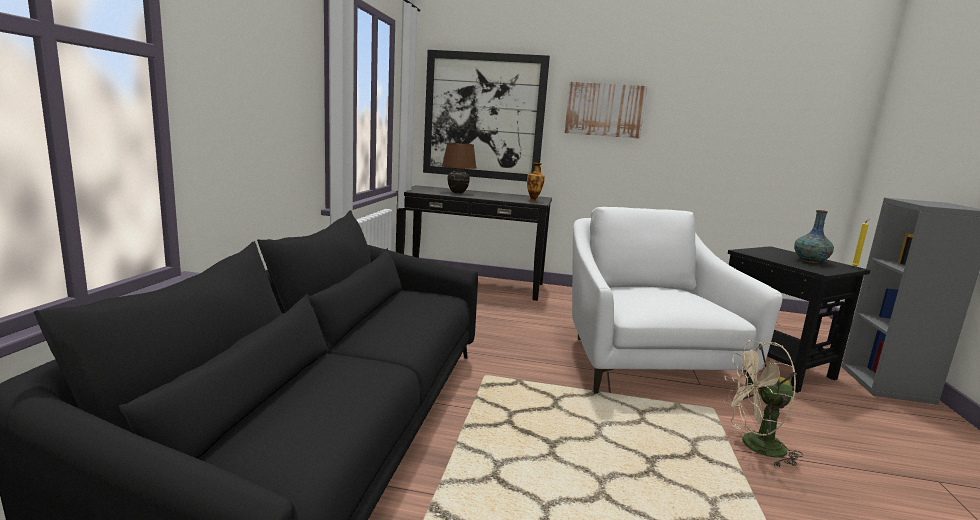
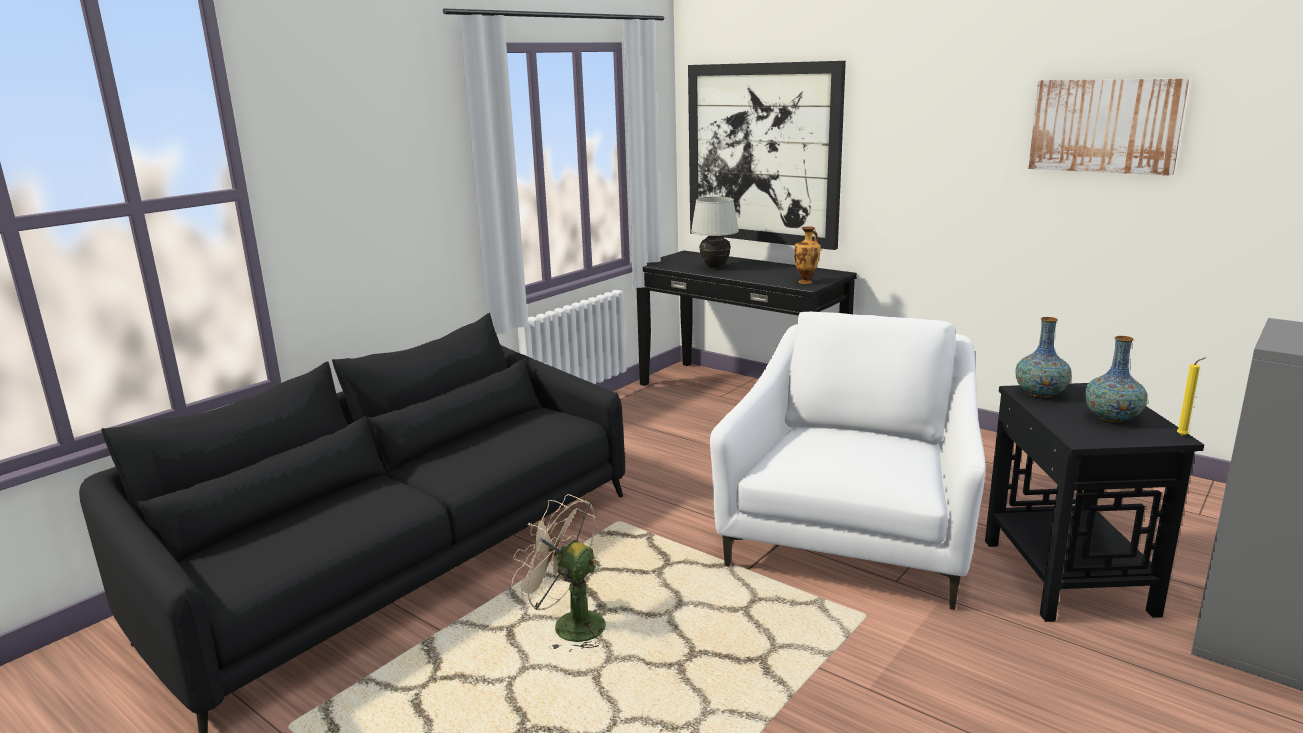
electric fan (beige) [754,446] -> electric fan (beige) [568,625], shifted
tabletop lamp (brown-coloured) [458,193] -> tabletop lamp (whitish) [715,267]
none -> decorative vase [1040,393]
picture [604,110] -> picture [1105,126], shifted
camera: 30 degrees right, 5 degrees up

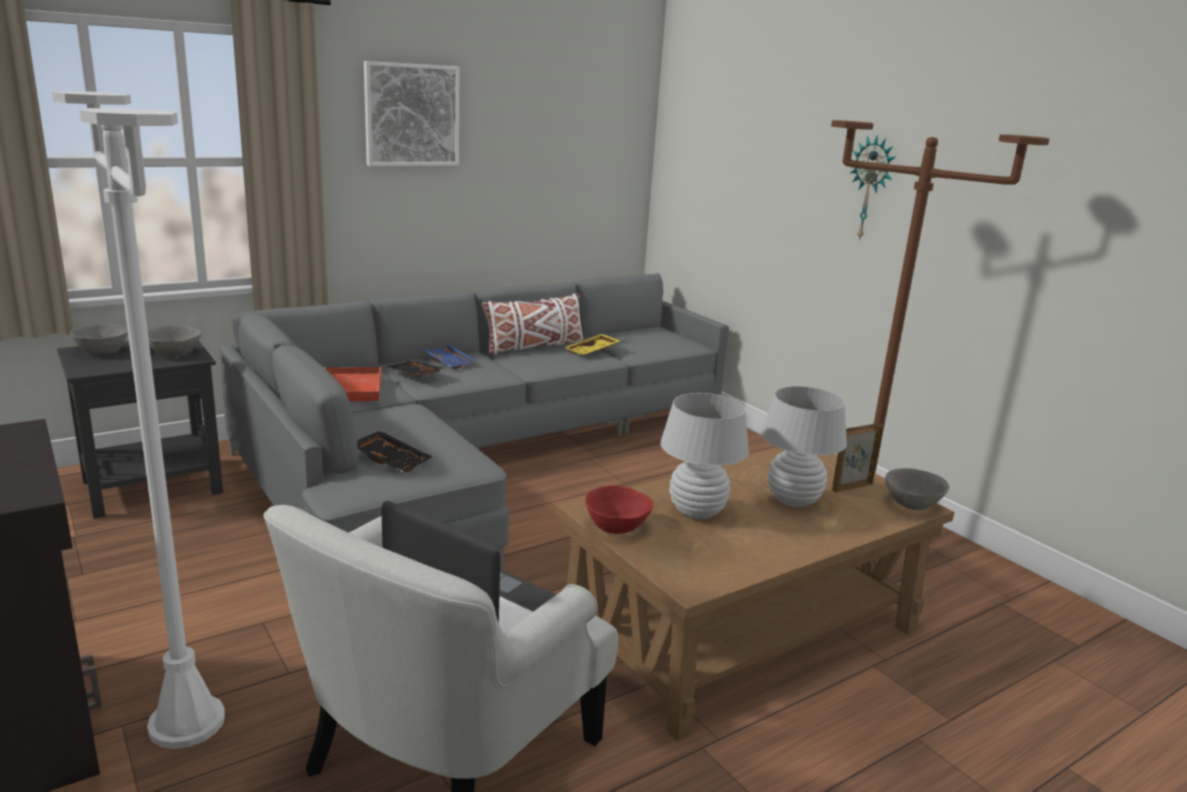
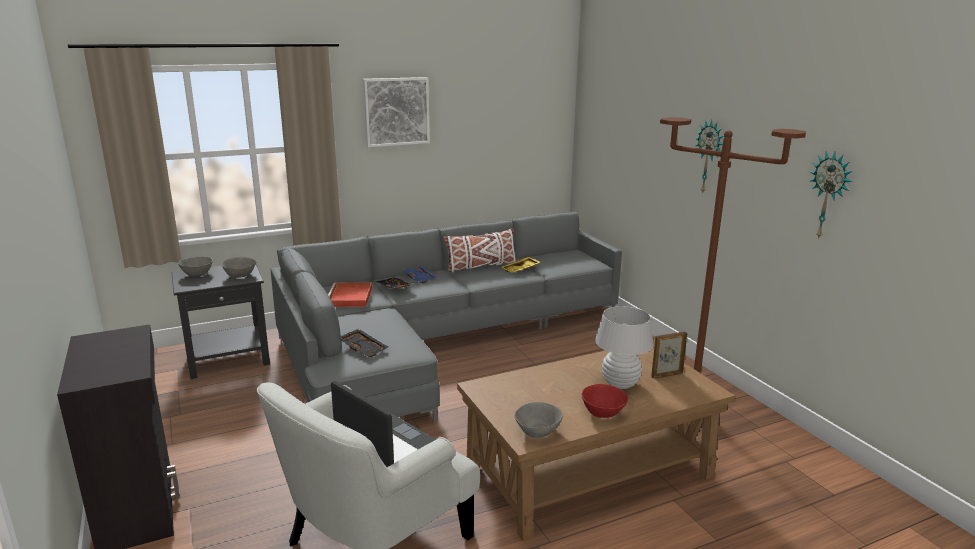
serving bowl (gray) [911,504] -> serving bowl (gray) [537,431], shifted
serving bowl (reddish) [616,527] -> serving bowl (reddish) [603,413], shifted
none -> clock on the wall [829,195]
standard lamp (whitish) [187,723] -> none
tabletop lamp (whitish) [696,511] -> none
camera: 10 degrees right, 0 degrees up

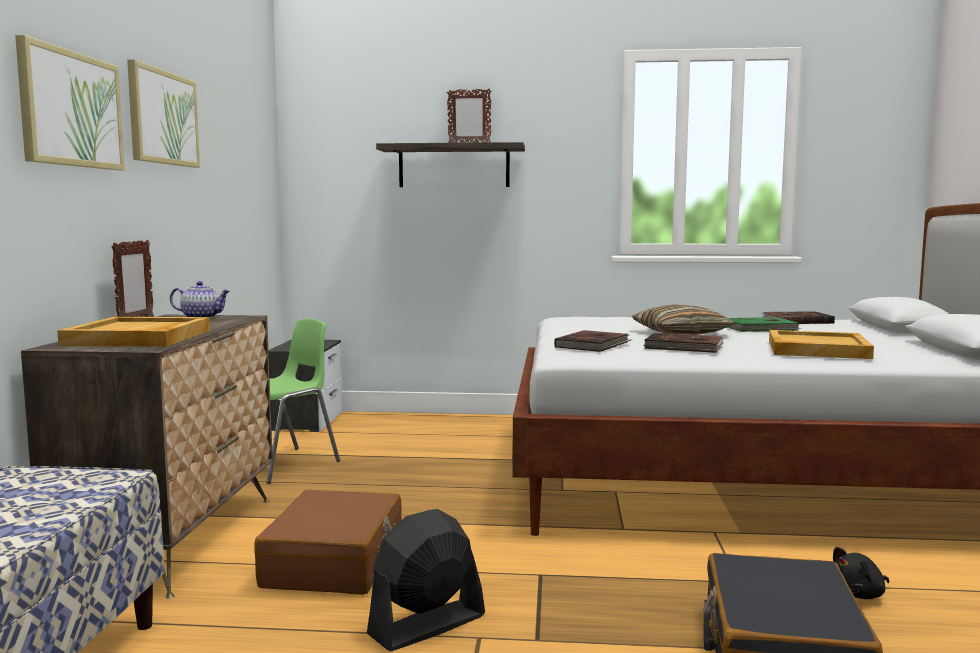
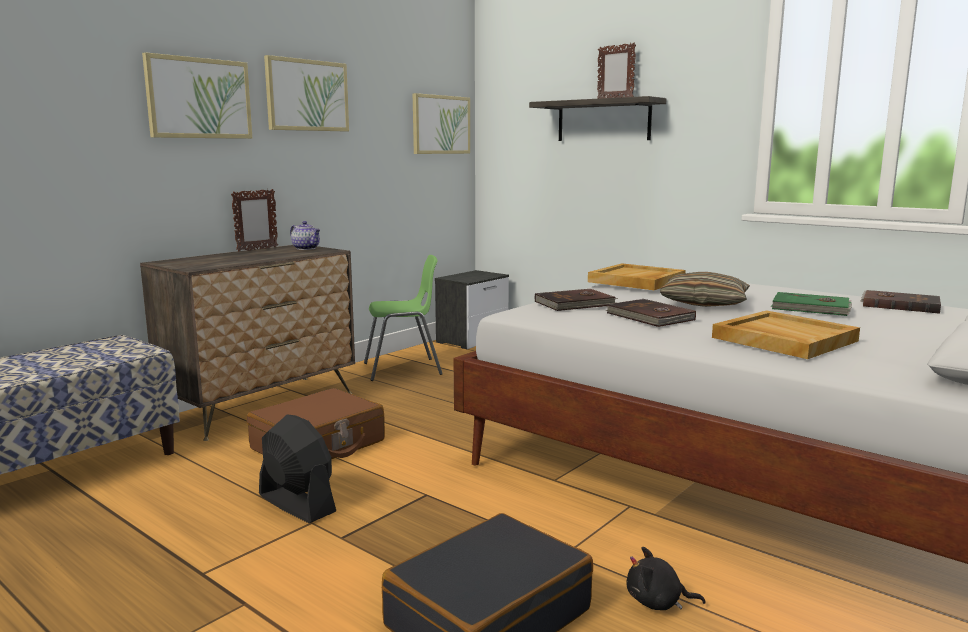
electric fan (black-coloured) [426,625] -> electric fan (black-coloured) [296,503], 45 degrees clockwise
none -> picture [441,124]
tray (beige) [139,338] -> tray (beige) [637,281], shifted
camera: 35 degrees right, 5 degrees up

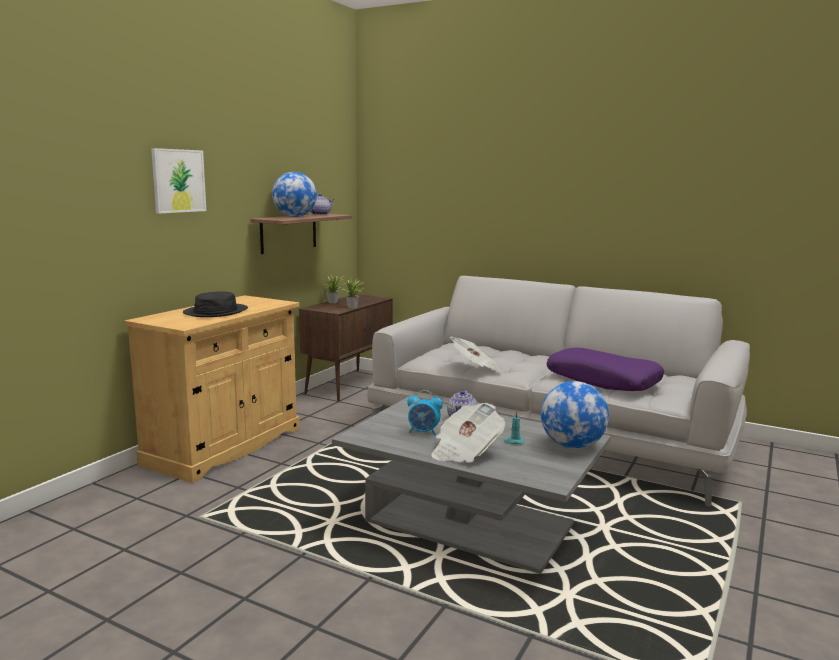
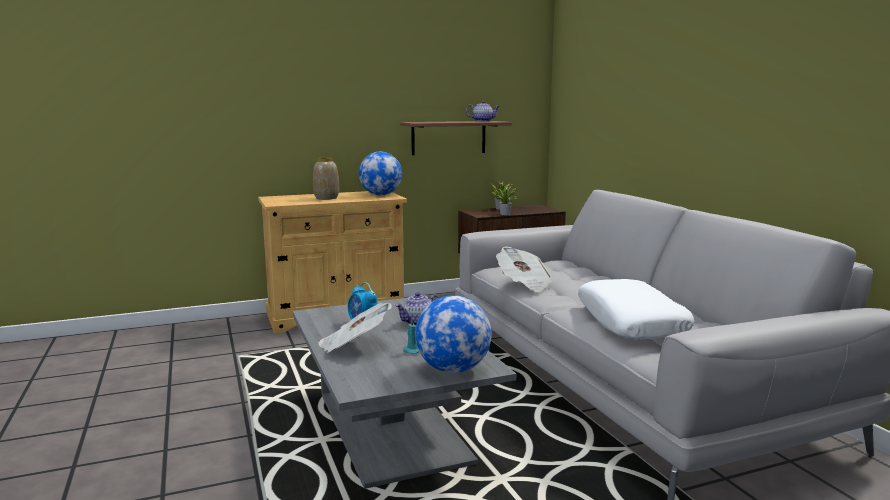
wearable hat (black-coloured) [215,312] -> decorative vase [326,198]
world globe [295,217] -> world globe [380,195], shifted
pillow (purple) [603,380] -> pillow (whitish) [631,322]
picture [178,181] -> none
camera: 40 degrees right, 0 degrees up

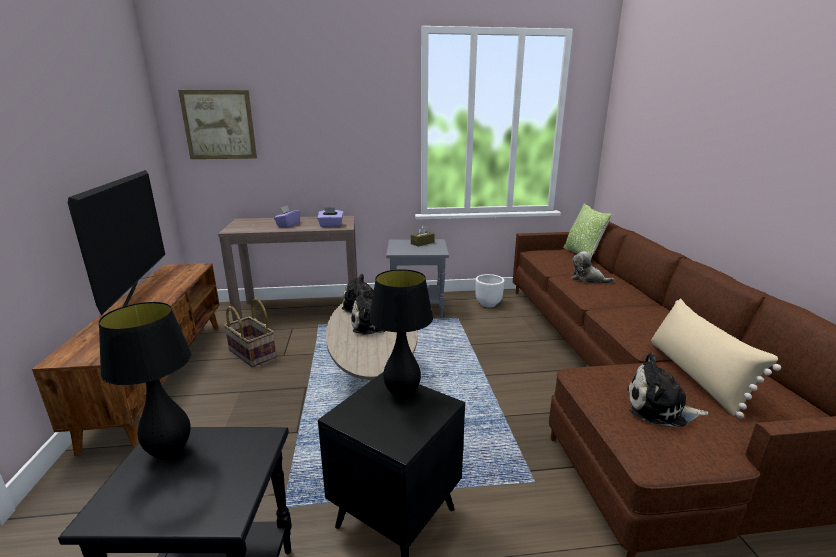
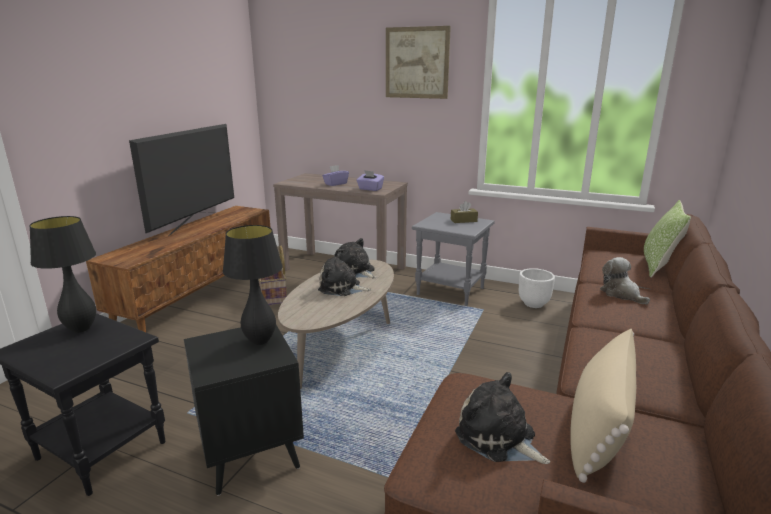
picture [219,125] -> picture [417,63], shifted
camera: 30 degrees right, 0 degrees up

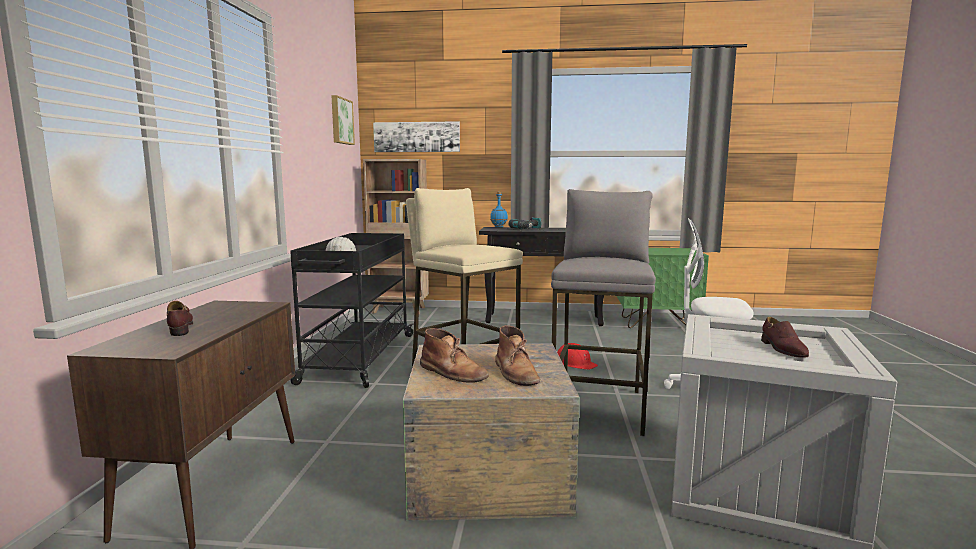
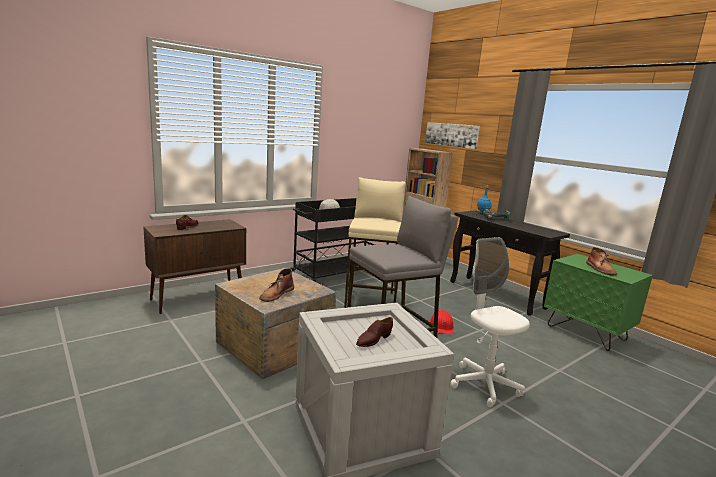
tall boot (brown-coloured) [453,372] -> tall boot (brown-coloured) [600,269], shifted
picture [341,121] -> none
camera: 45 degrees right, 5 degrees up

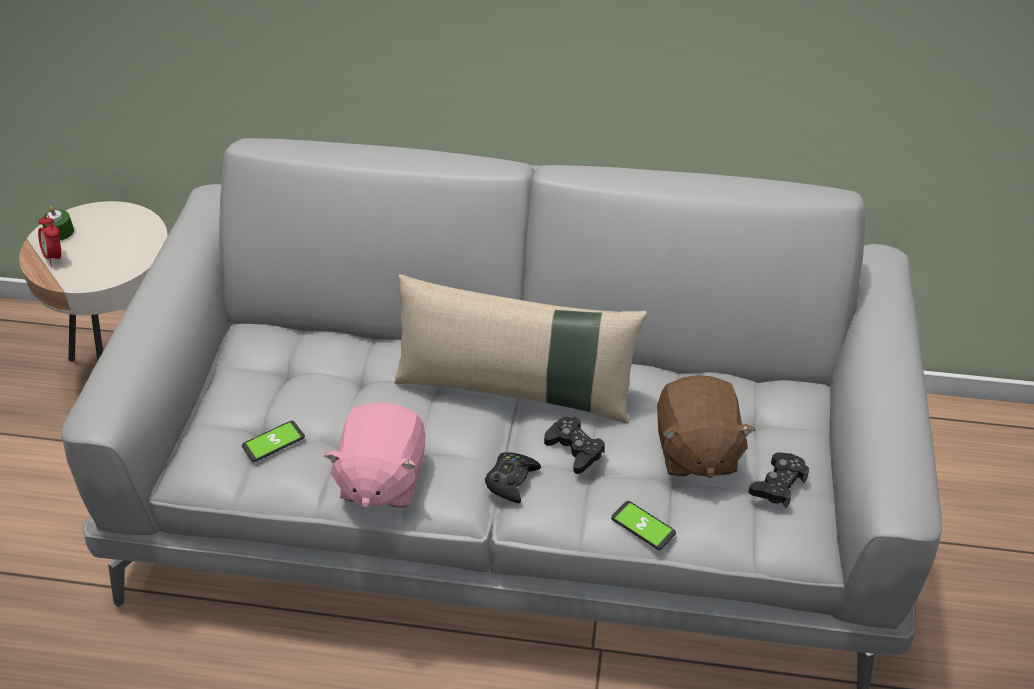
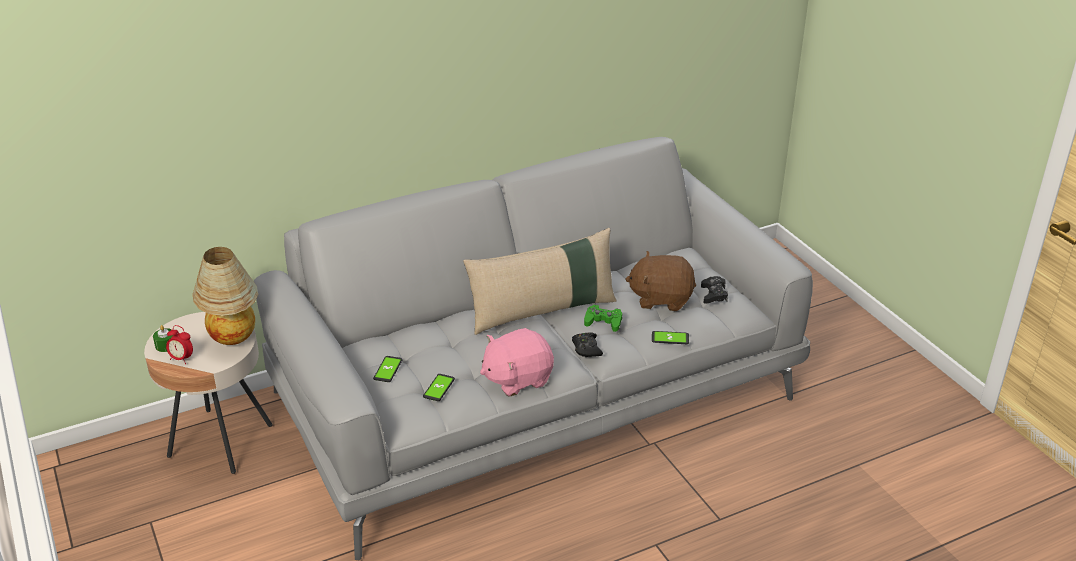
none -> tabletop lamp [233,339]
none -> handset [388,369]
cuddly toy (pinkish) [381,479] -> cuddly toy (pinkish) [517,379], 90 degrees clockwise
joypad (black-coloured) [574,449] -> joypad (greenish) [603,322]
cuddly toy (brown-coloured) [695,451] -> cuddly toy (brown-coloured) [661,298], 135 degrees clockwise
camera: 35 degrees left, 10 degrees down

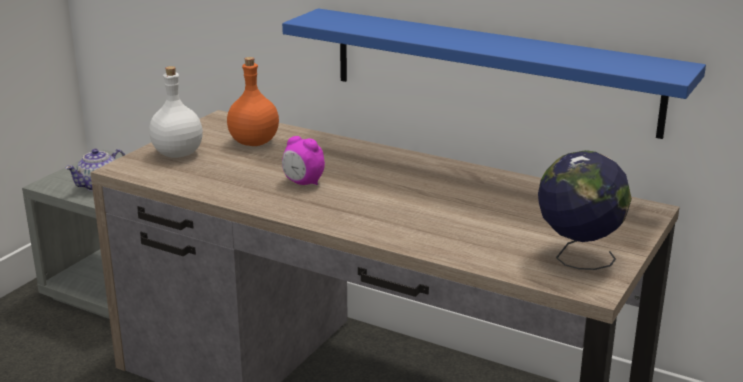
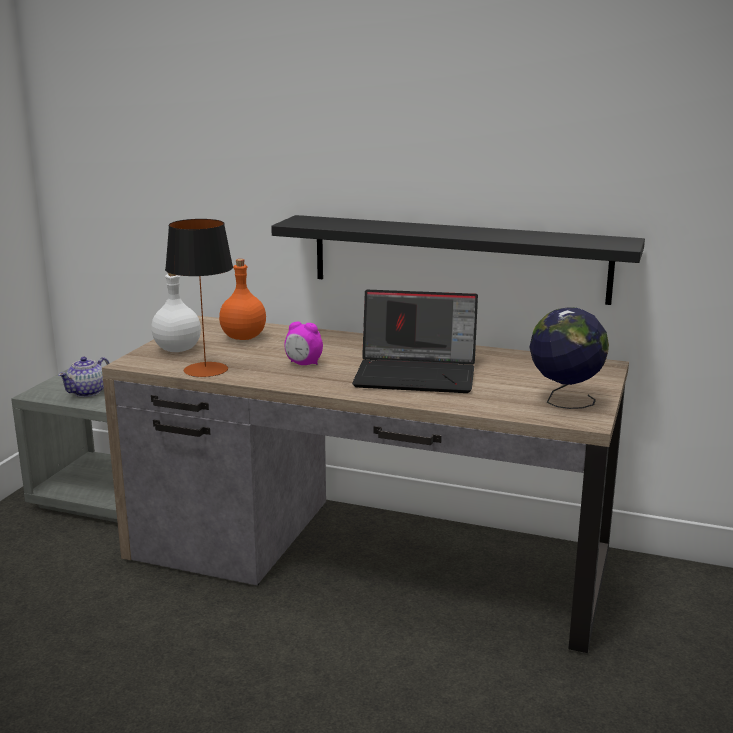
none -> tabletop lamp [205,370]
bracket shelf (blue) [491,70] -> bracket shelf (black-coloured) [458,258]
none -> laptop [417,374]
camera: 10 degrees left, 5 degrees down

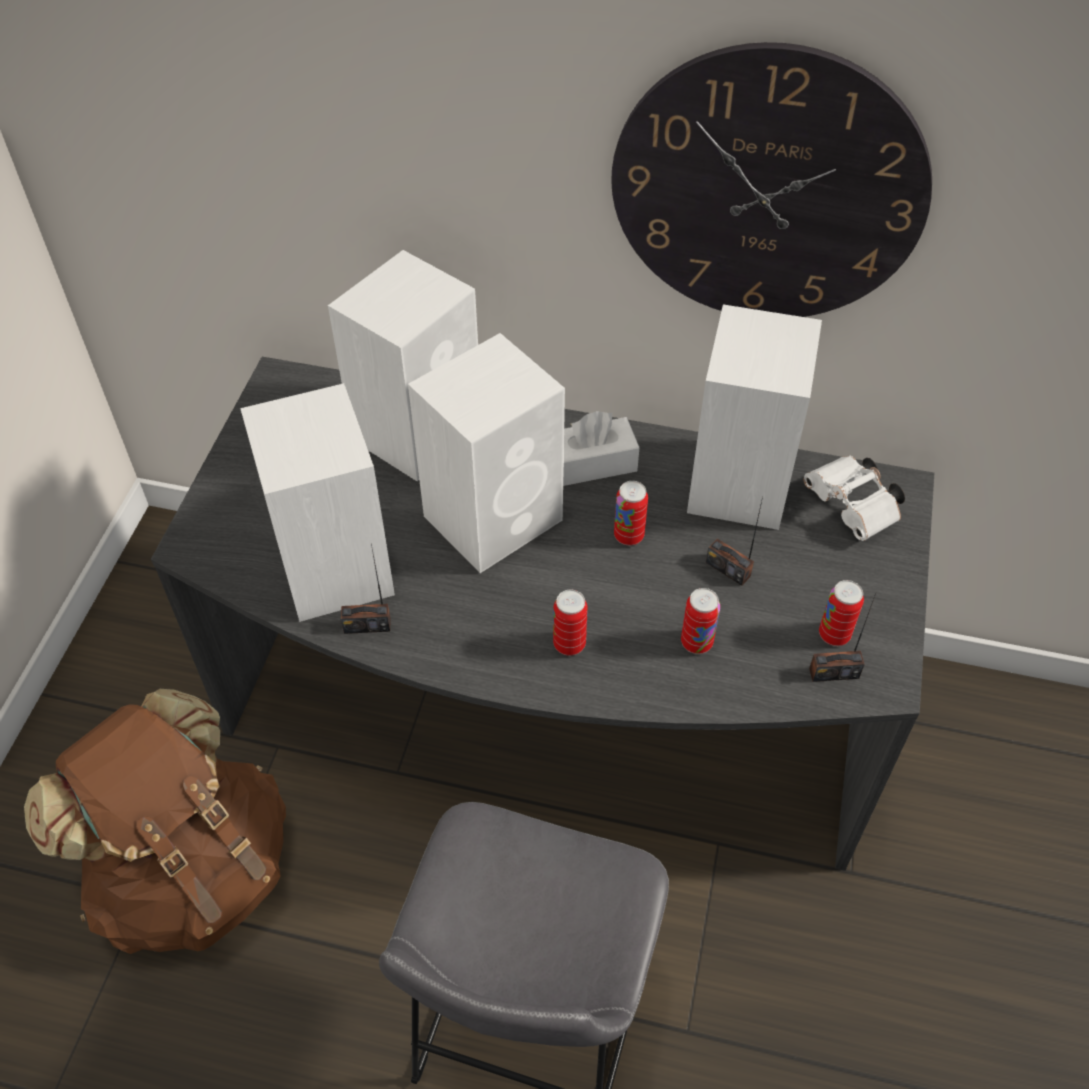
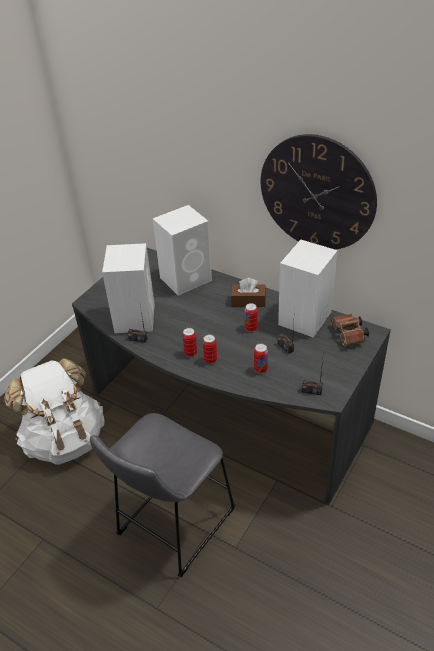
backpack (brown-coloured) [193,871] -> backpack (whitish) [65,439]
can [834,635] -> can [190,353], shifted
box of tissues (whitish) [592,463] -> box of tissues (brown-coloured) [248,301]
field glasses (whitish) [854,508] -> field glasses (brown-coloured) [349,335]
speaker (whitish) [495,516] -> none
camera: 20 degrees right, 10 degrees down

